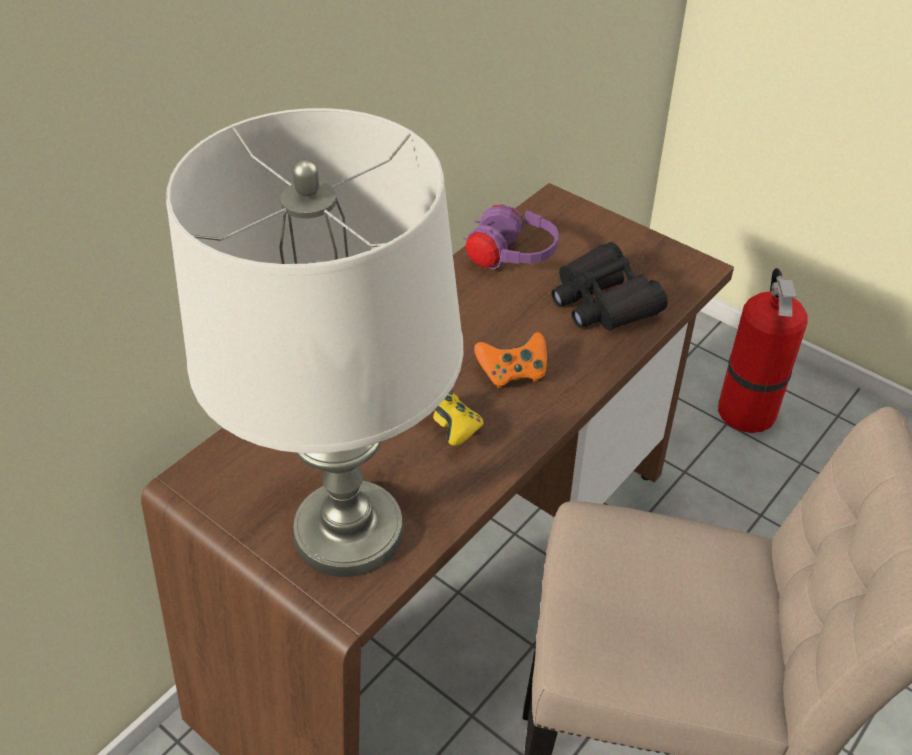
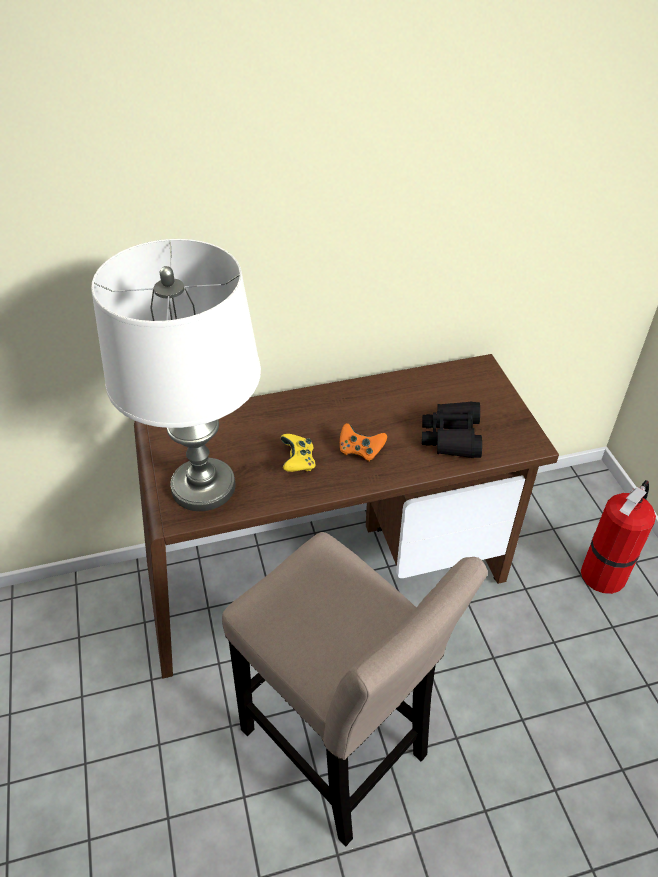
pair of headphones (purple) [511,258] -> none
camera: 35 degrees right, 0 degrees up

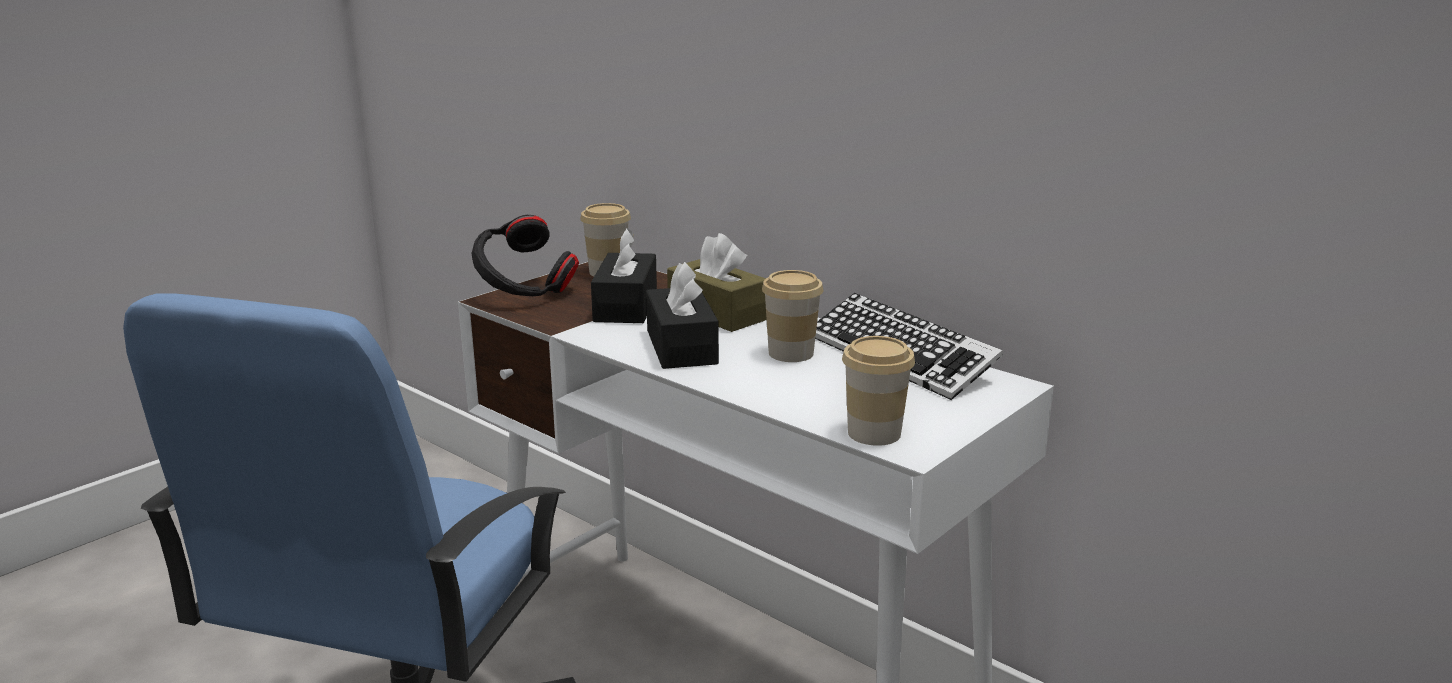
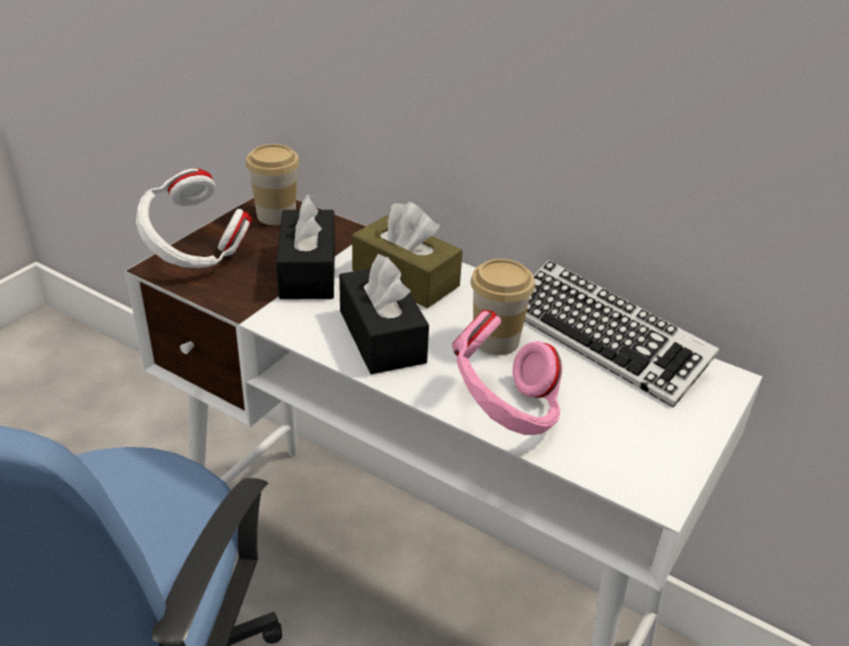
pair of headphones (black-coloured) [524,294] -> pair of headphones (whitish) [195,255]
none -> pair of headphones (pinkish) [504,412]
drinking cup [874,433] -> none
camera: 10 degrees left, 15 degrees up

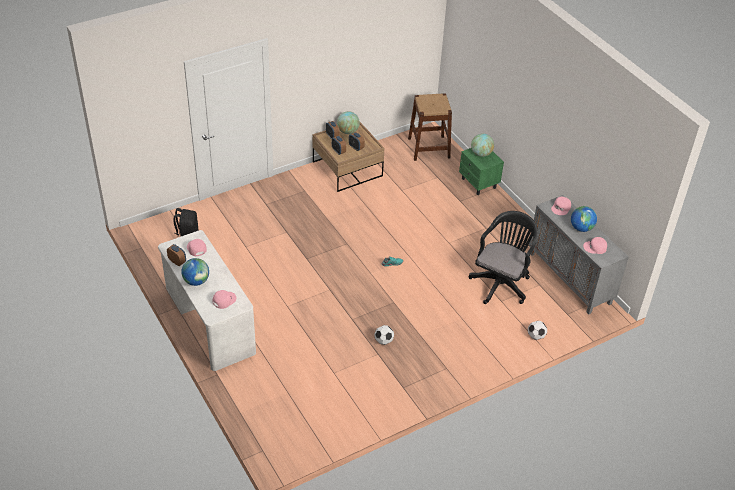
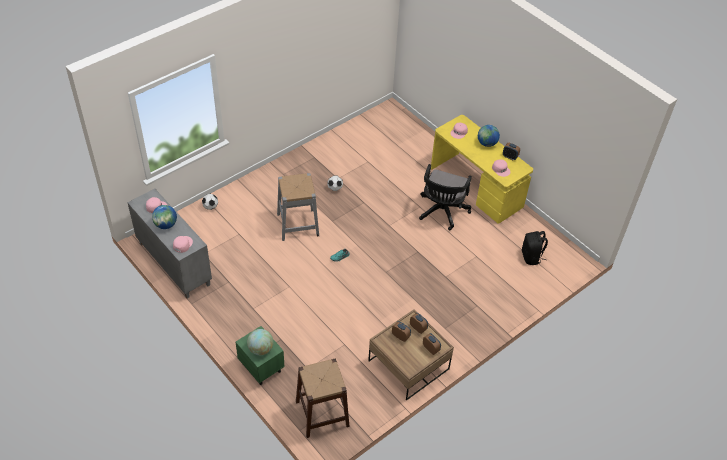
none -> sitting stool (gray) [298,224]
office chair (black-coloured) [501,283] -> office chair (black-coloured) [442,212], shifted
desk unit (whitish) [209,321] -> desk unit (yellow) [476,187]
world globe [348,131] -> none
camera: 170 degrees right, 5 degrees up

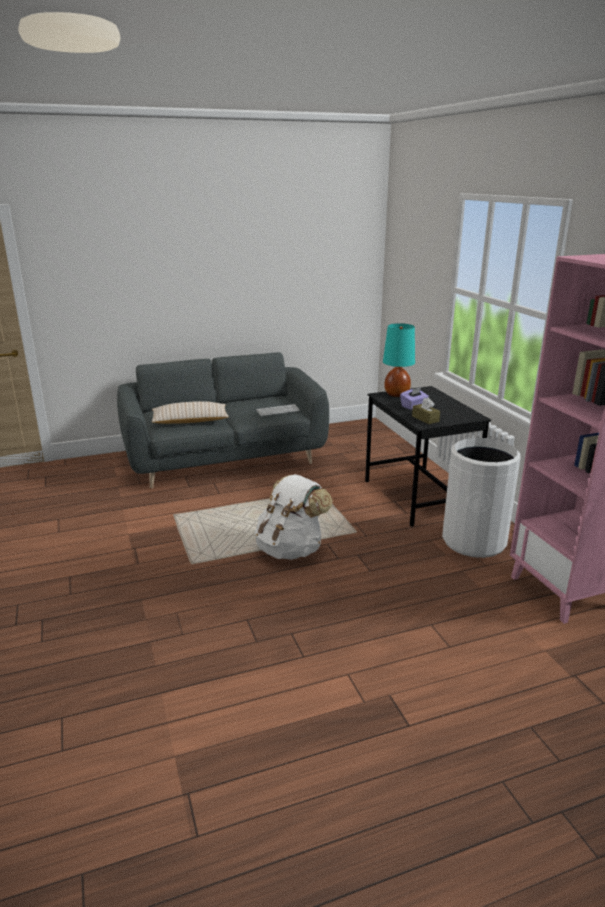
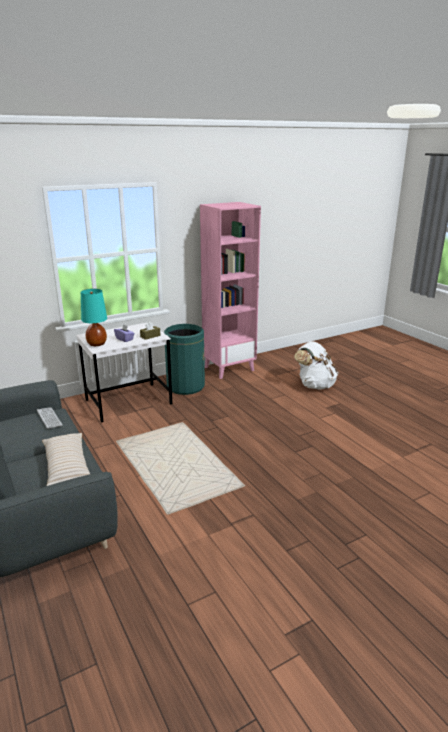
desk unit (black-coloured) [419,497] -> desk unit (whitish) [129,402]
waste bin (whitish) [474,541] -> waste bin (greenish) [185,386]
backpack (whitish) [291,549] -> backpack (whitish) [314,385], shifted
camera: 100 degrees left, 0 degrees up

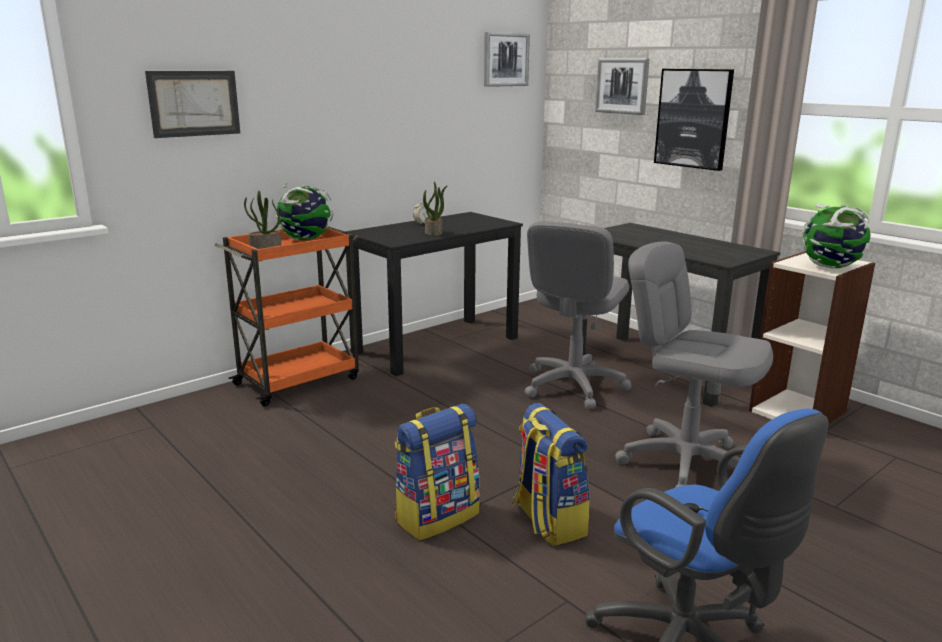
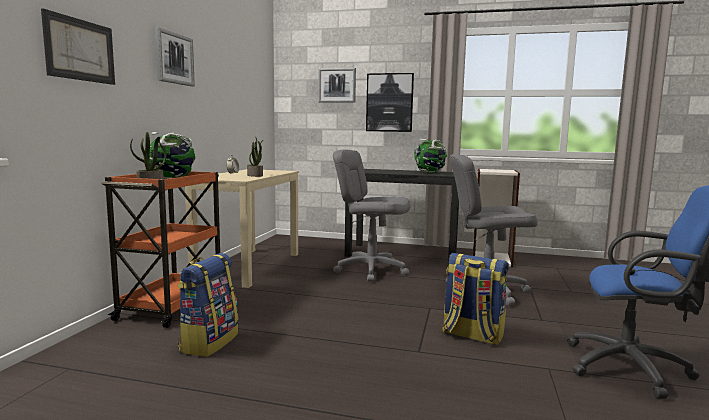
picture [505,59] -> picture [174,58], shifted
backpack [437,516] -> backpack [209,342], shifted
desk unit (black-coloured) [437,345] -> desk unit (beige) [249,266]
office chair (gray) [573,386] -> office chair (gray) [371,270], 120 degrees clockwise
world globe [831,267] -> world globe [429,173], shifted
camera: 35 degrees left, 10 degrees down

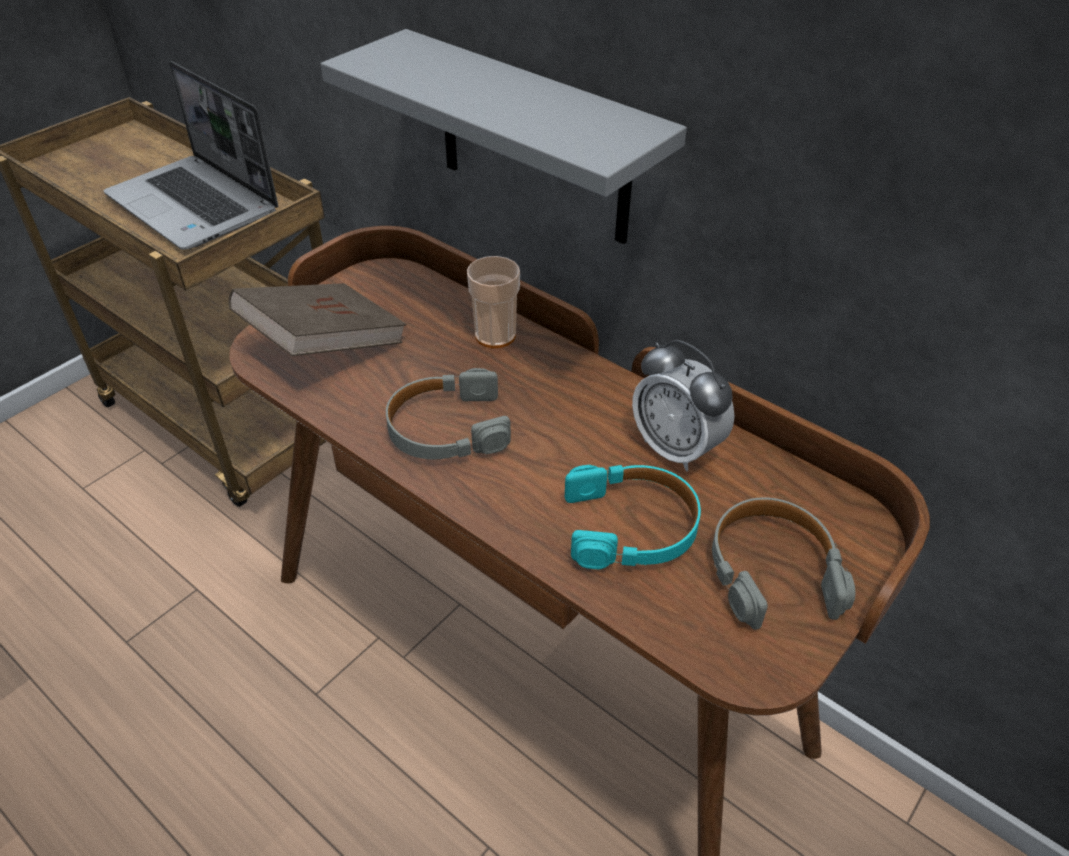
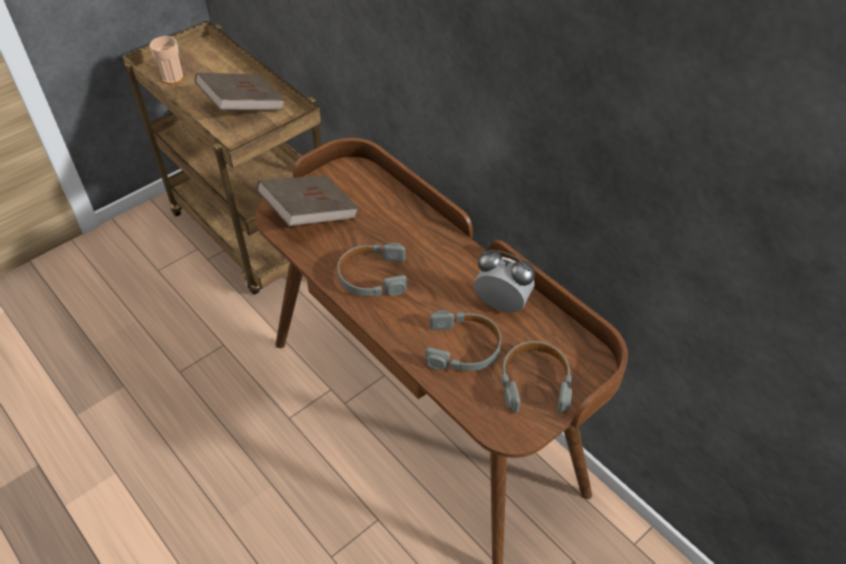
drinking cup [495,335] -> drinking cup [172,78], shifted
laptop [196,205] -> book (brown-coloured) [243,107]
pair of headphones (turquoise-coloured) [631,527] -> pair of headphones (gray) [463,348]
bedside clock [676,448] -> bedside clock [501,304], 150 degrees clockwise
bracket shelf (gray) [533,140] -> none
camera: 10 degrees right, 5 degrees up

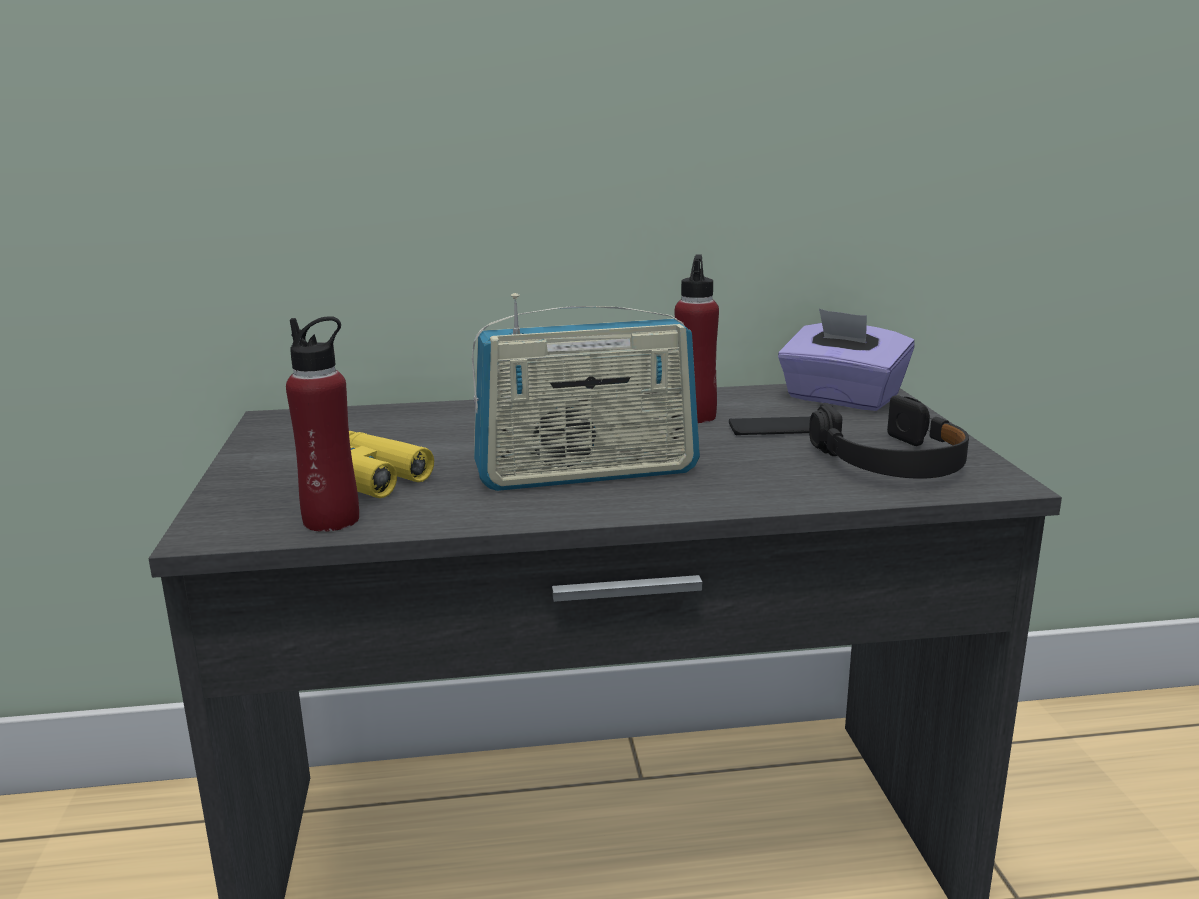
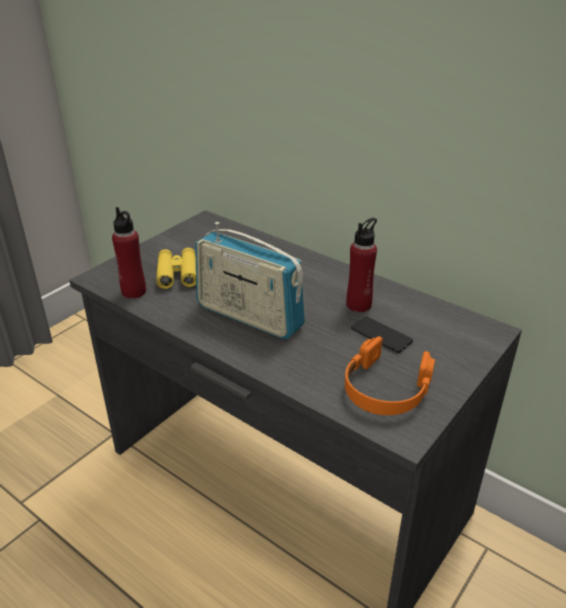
pair of headphones (black-coloured) [892,461] -> pair of headphones (orange-coloured) [385,388]
box of tissues (purple) [841,399] -> none
camera: 45 degrees right, 15 degrees up

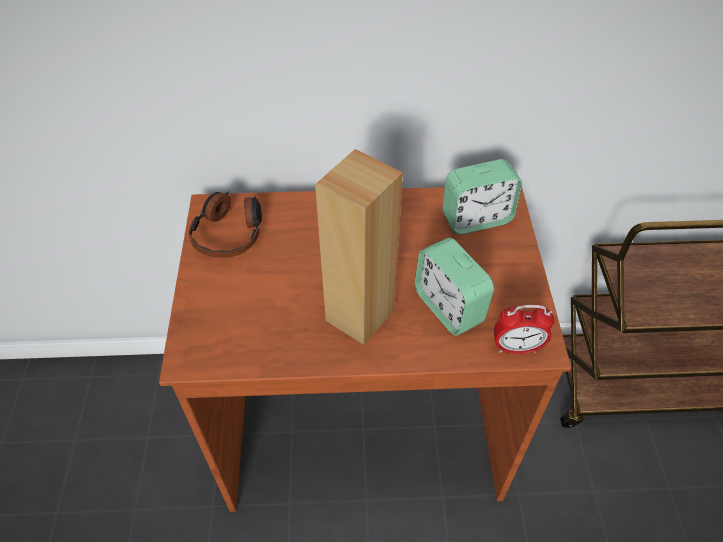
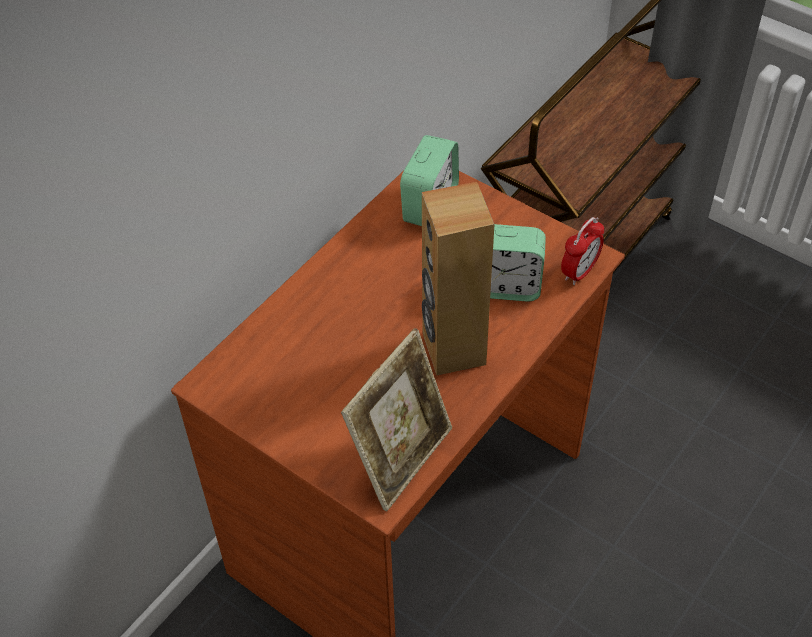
none -> picture frame [401,457]
pair of headphones [230,232] -> none
camera: 50 degrees left, 0 degrees up

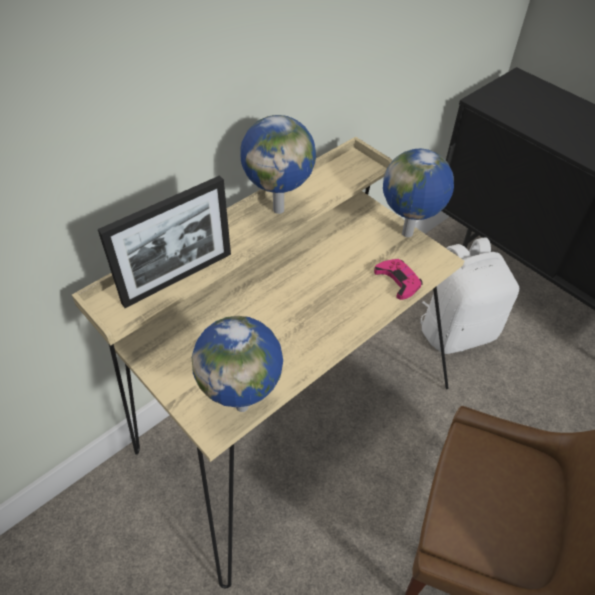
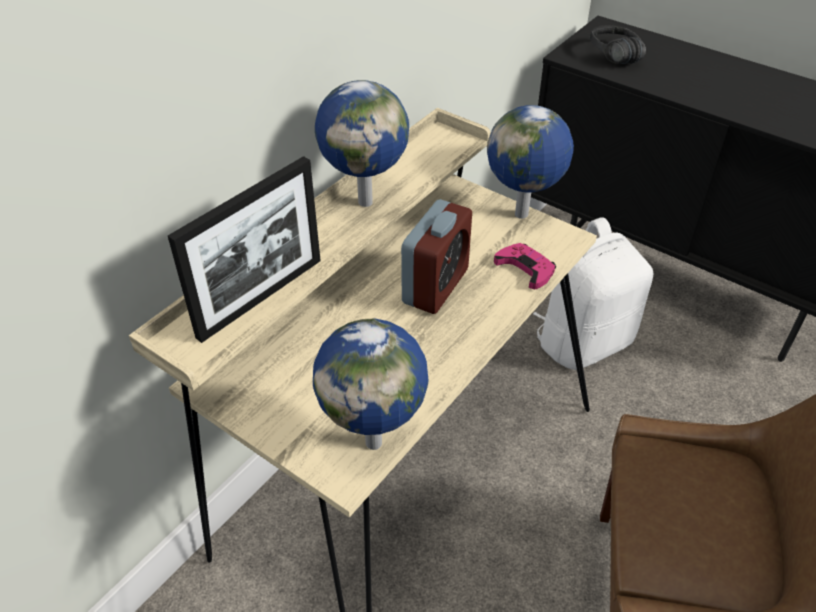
none -> bedside clock [435,286]
none -> pair of headphones (black-coloured) [607,57]
camera: 10 degrees left, 5 degrees down

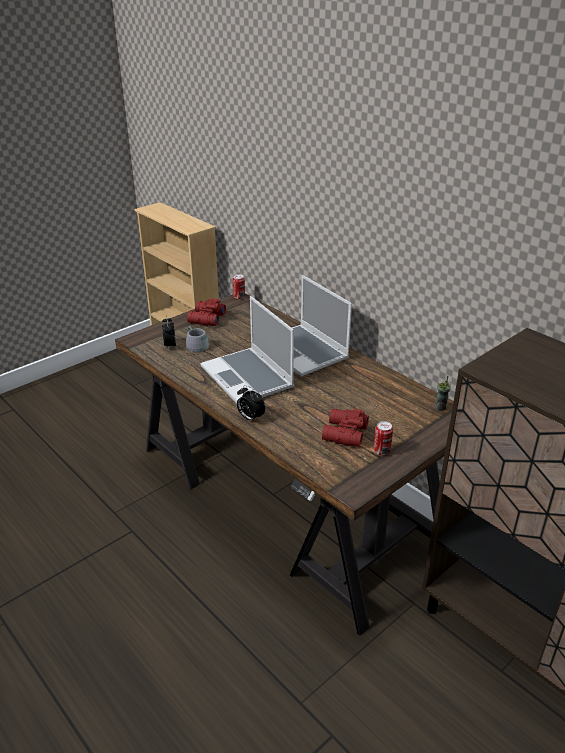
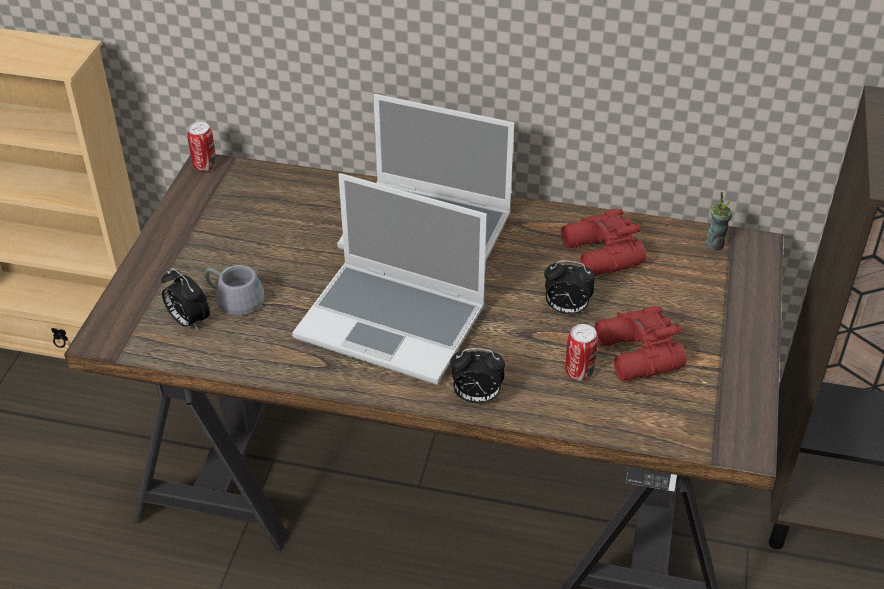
none -> bedside clock [566,310]
field glasses (reddish) [206,319] -> field glasses (reddish) [600,255], shifted
can [381,451] -> can [579,372], shifted
camera: 35 degrees left, 10 degrees up

